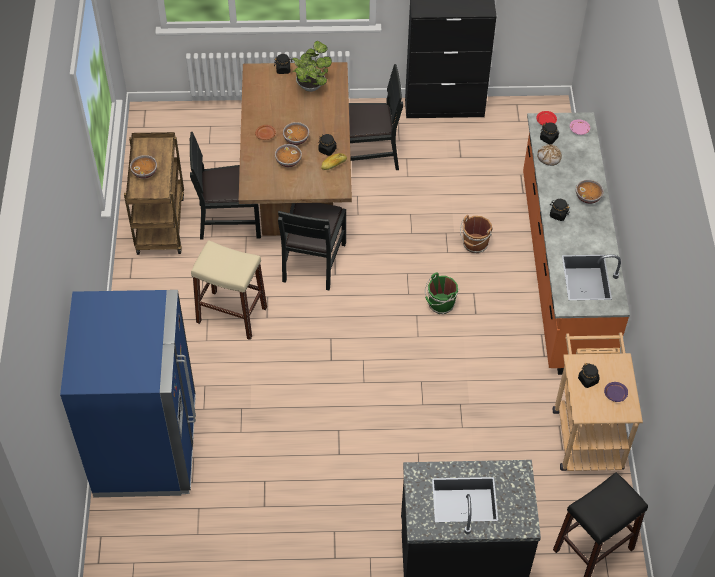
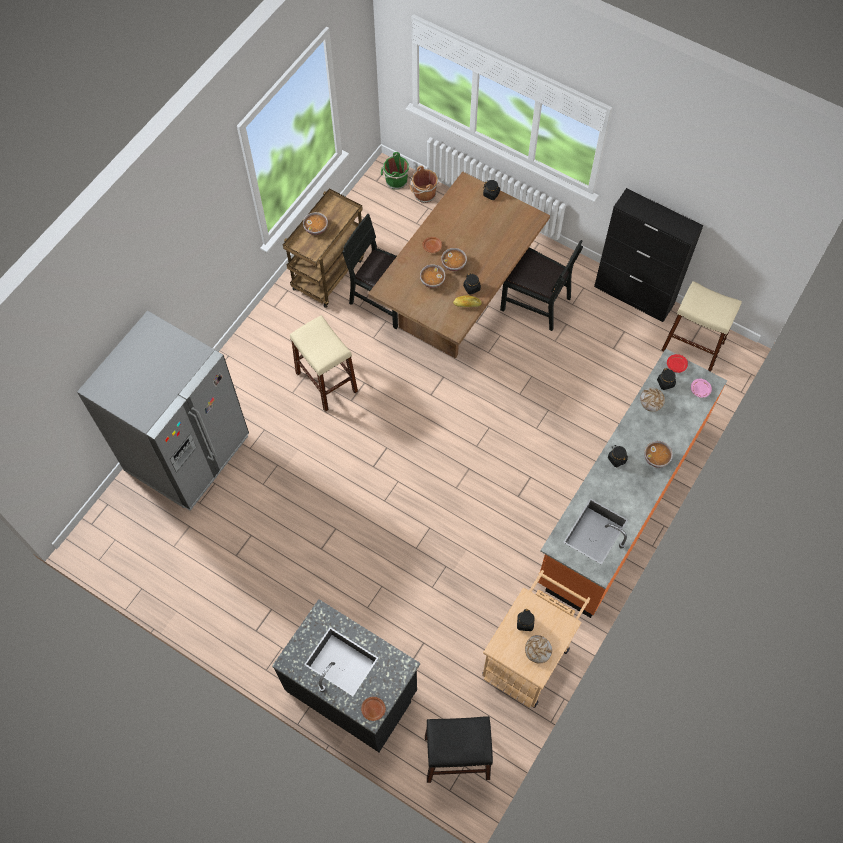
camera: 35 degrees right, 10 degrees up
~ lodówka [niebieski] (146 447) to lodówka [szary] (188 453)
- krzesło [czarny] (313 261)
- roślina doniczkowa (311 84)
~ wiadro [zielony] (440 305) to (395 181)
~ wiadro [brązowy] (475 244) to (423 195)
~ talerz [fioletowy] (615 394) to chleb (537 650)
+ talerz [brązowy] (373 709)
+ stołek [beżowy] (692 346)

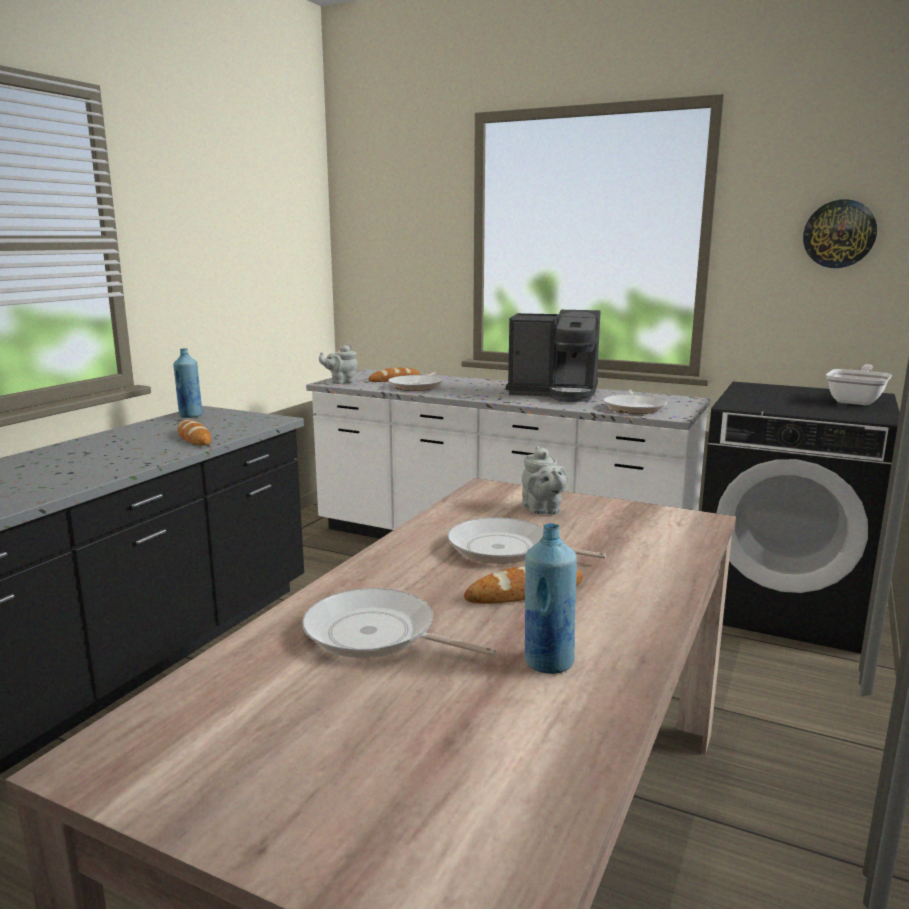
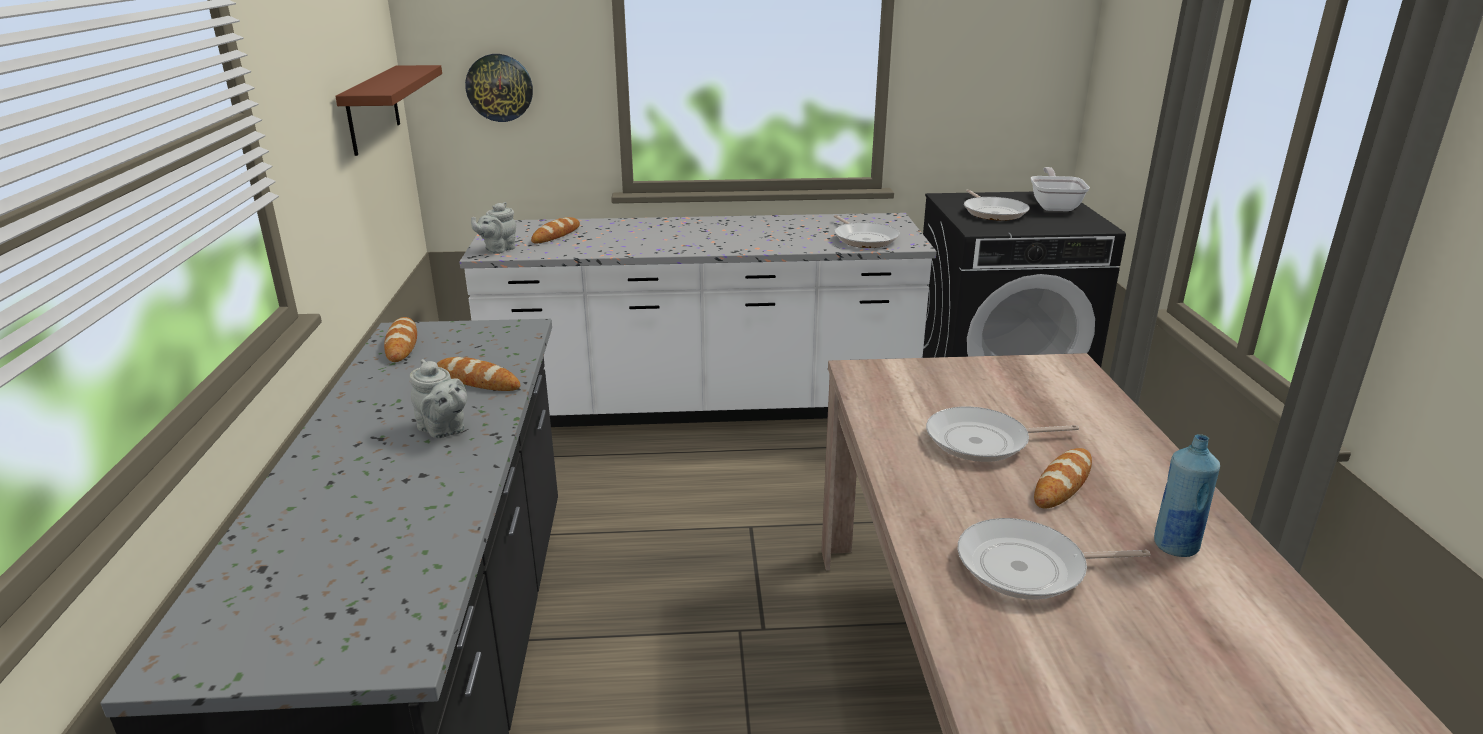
camera: 30 degrees left, 10 degrees up
~ butelka [niebieski] (190 416) to chleb (401 344)
~ patelnia (417 386) to (993 212)
- ekspres do kawy (555 393)
~ imbryk [szary] (542 510) to (443 430)
~ zegar ścienny (839 234) to (499 87)
+ półka [brązowy] (373 109)

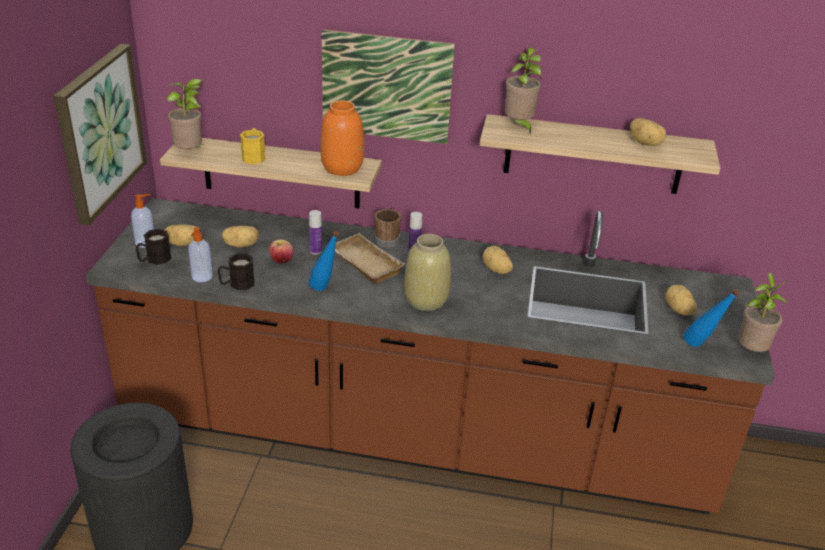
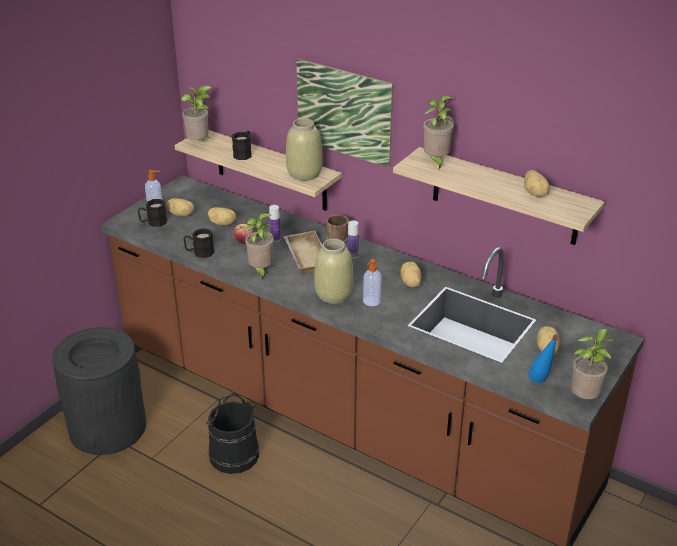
camera: 25 degrees right, 0 degrees up
- obraz (100 132)
~ dozownik mydła (201 277) to (371 301)
~ kubek [żółty] (254 156) to kubek [czarny] (244 153)
~ butelka [niebieski] (325 291) to roślina doniczkowa (260 271)
~ wazon [pomarańczowy] (341 168) to wazon [beżowy] (304 174)
+ wiadro [czarny] (234 455)

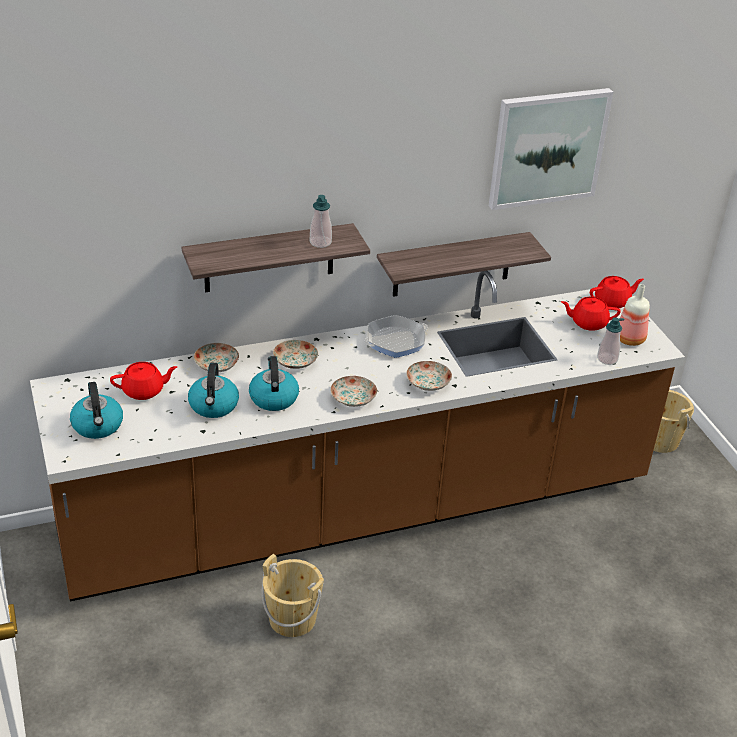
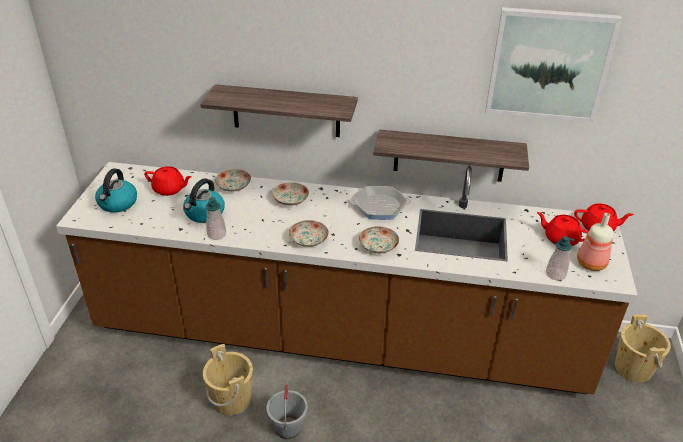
camera: 30 degrees right, 0 degrees up
- czajnik (273 398)
~ dozownik mydła (320 242) to (216 234)
+ wiadro [szary] (288 427)

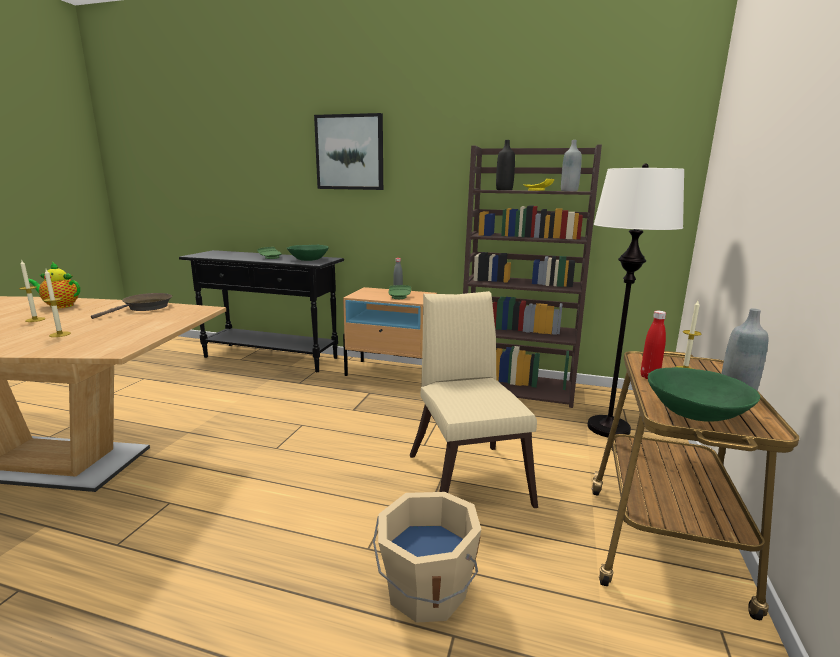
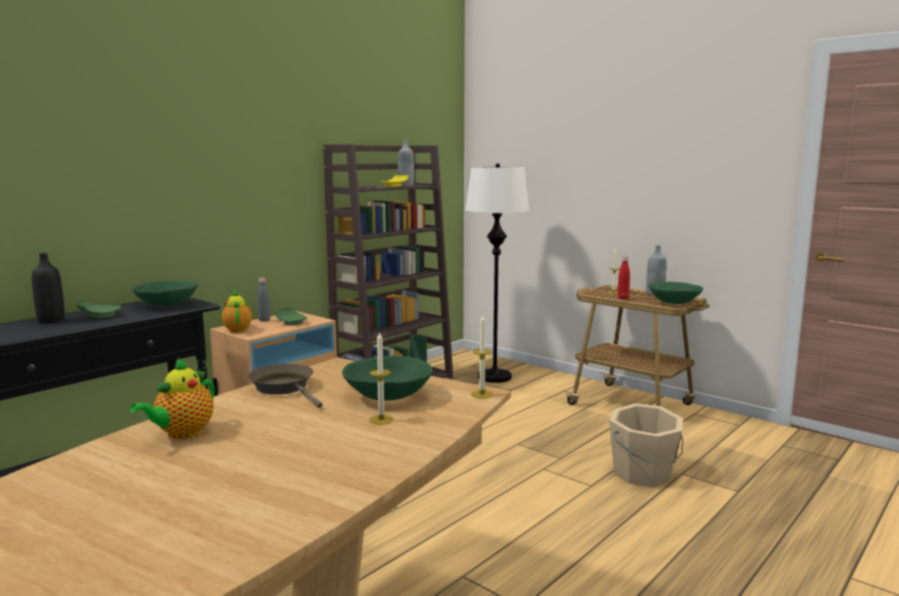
camera: 65 degrees left, 5 degrees down
~ świeca (35 319) to (482 394)
- obraz (350 152)
- krzesło [beżowy] (467 474)
~ butelka [czarny] (504 190) to (51 320)
+ imbryk (237 329)
+ miska [zielony] (387 396)

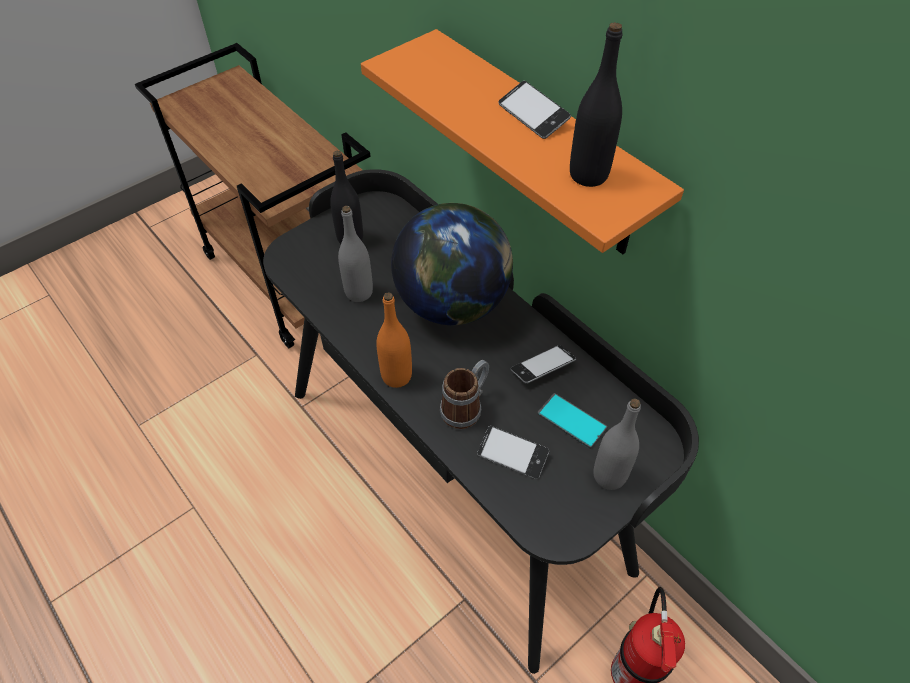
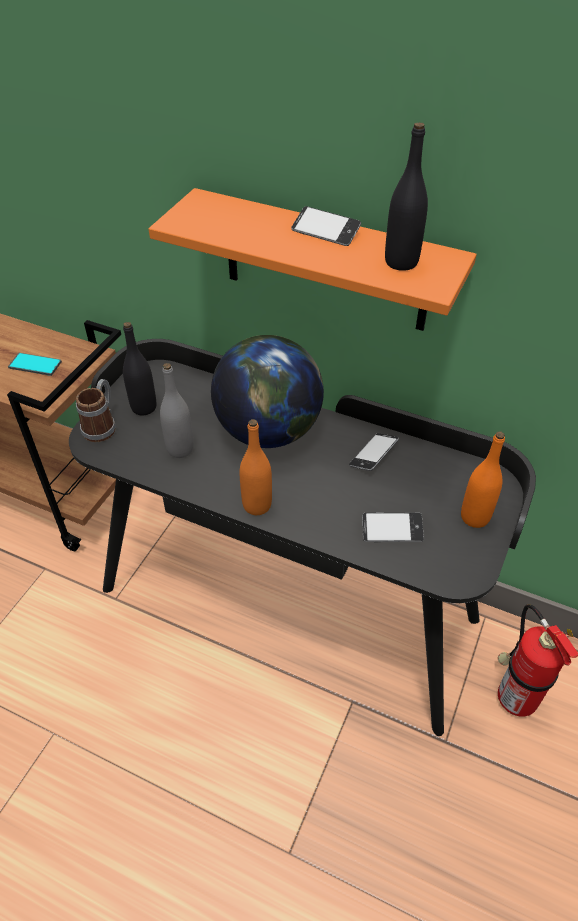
camera: 25 degrees left, 5 degrees down
~ kubek (466 406) to (102 425)
~ telefon (571 421) to (35 365)
~ butelka [szary] (609 476) to butelka [pomarańczowy] (475 517)

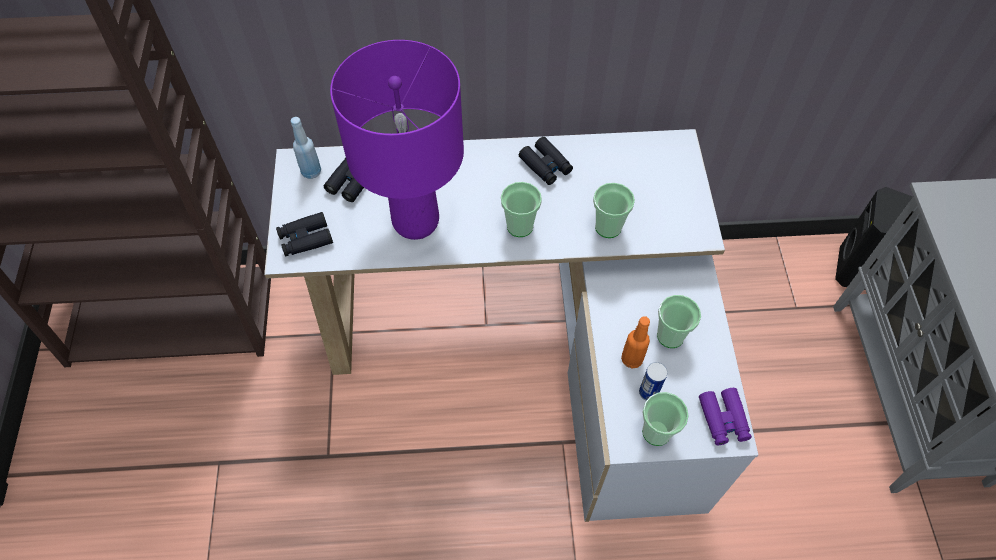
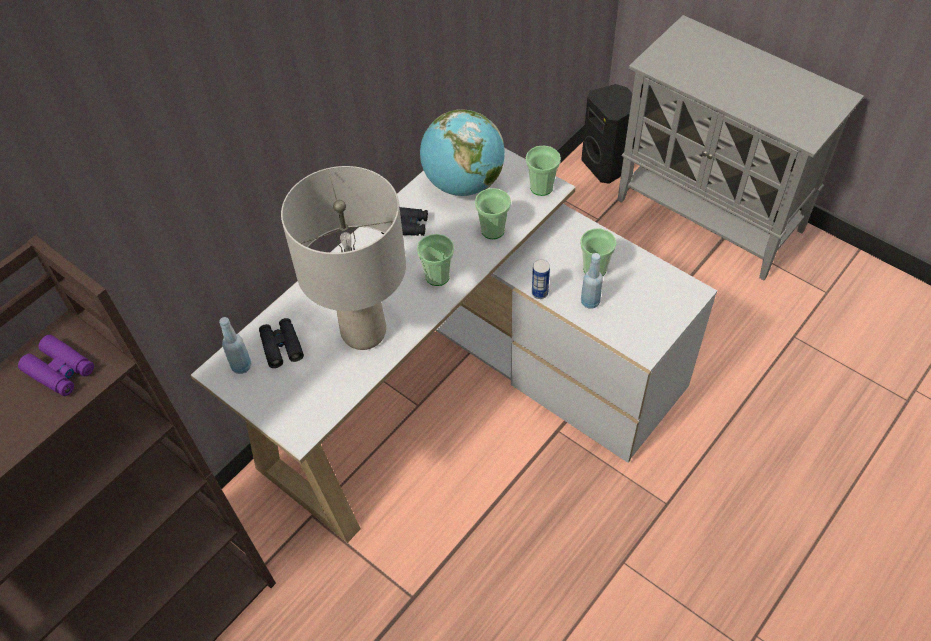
camera: 45 degrees left, 5 degrees down
- lornetka [czarny] (305 238)
~ lampa stołowa [fioletowy] (416 221) to lampa stołowa [szary] (364 332)
~ butelka [pomarańczowy] (632 359) to butelka [niebieski] (590 302)
~ puszka (648 392) to (539 293)
~ filiżanka (656 432) to (541 187)
~ lornetka [fioletowy] (723 419) to (60 371)
+ globus (463 183)

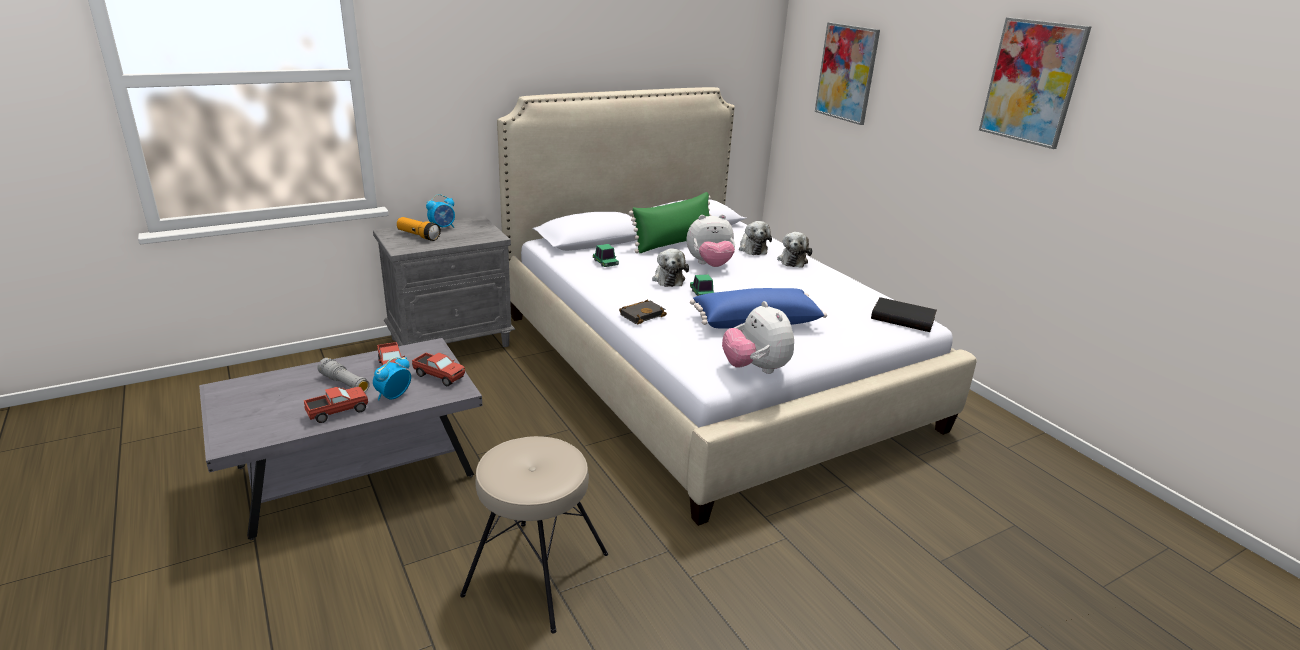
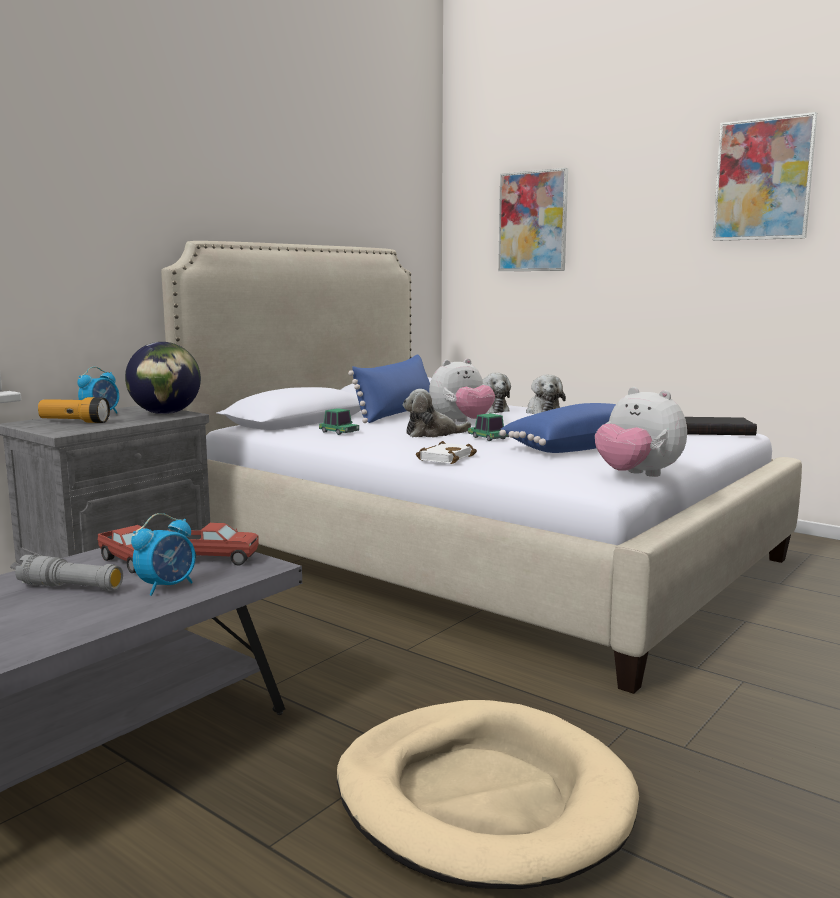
camera: 20 degrees left, 15 degrees down
- ciężarówka zabawkowa (337 412)
~ budzik (393 396) = (167 587) 150 degrees counterclockwise
~ stołek [beżowy] (535 573) to legowisko [beżowy] (483 799)
~ książka [czarny] (642 314) to książka [biały] (445 457)
~ poduszka [zielony] (674 243) to poduszka [niebieski] (397 414)
~ pluszak (668 279) = (432 434) 105 degrees clockwise
+ globus (165 413)

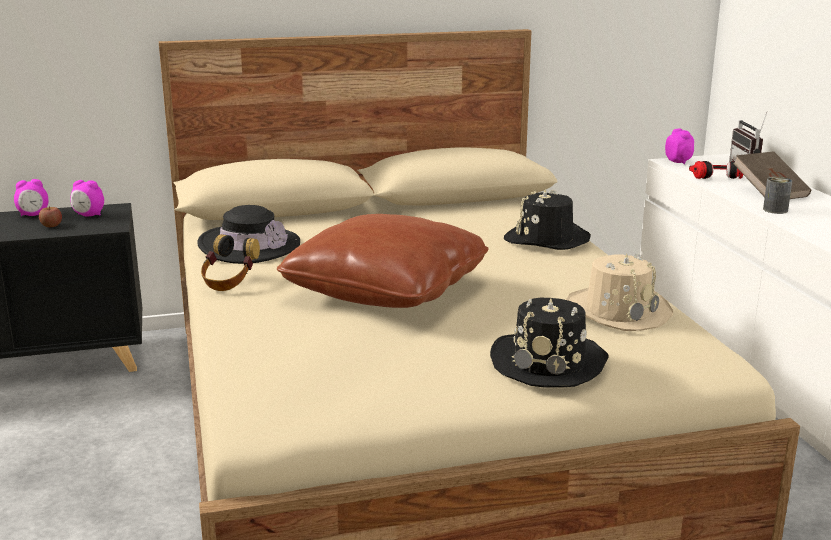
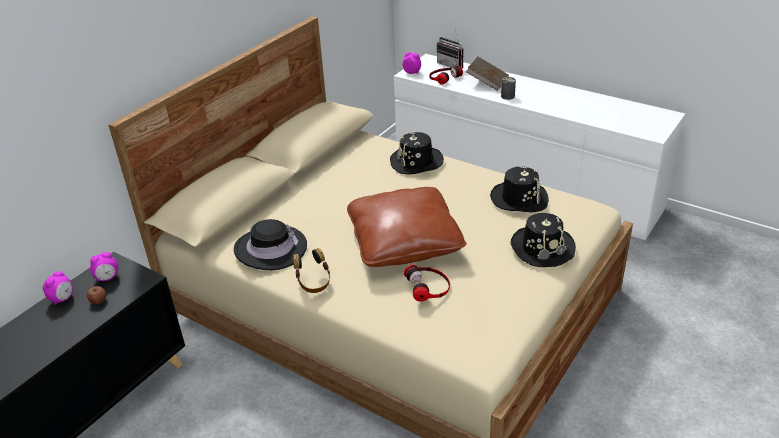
camera: 40 degrees left, 15 degrees up
~ kapelusz [beżowy] (617 311) to kapelusz [czarny] (519 199)
+ słuchawki (428 286)

